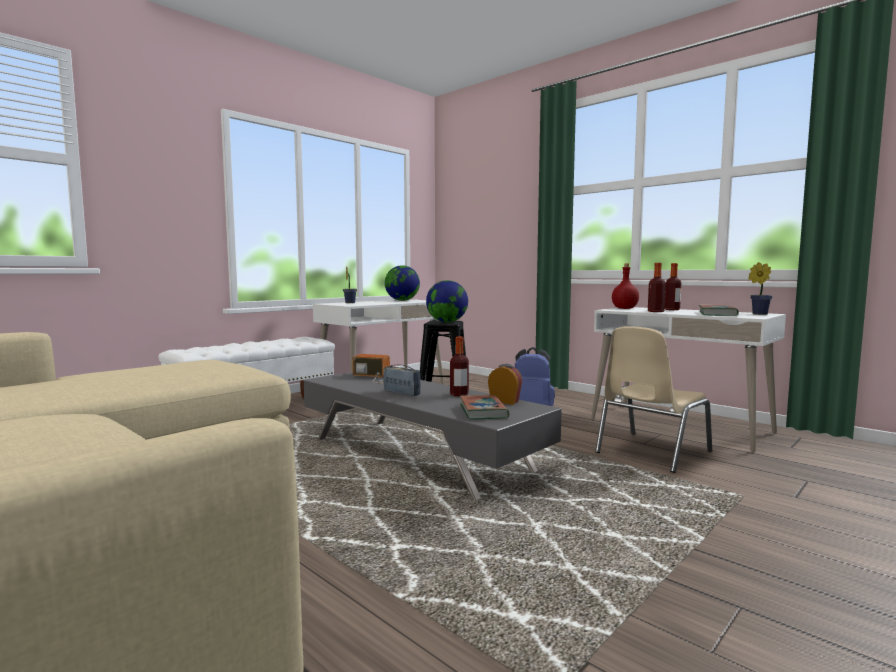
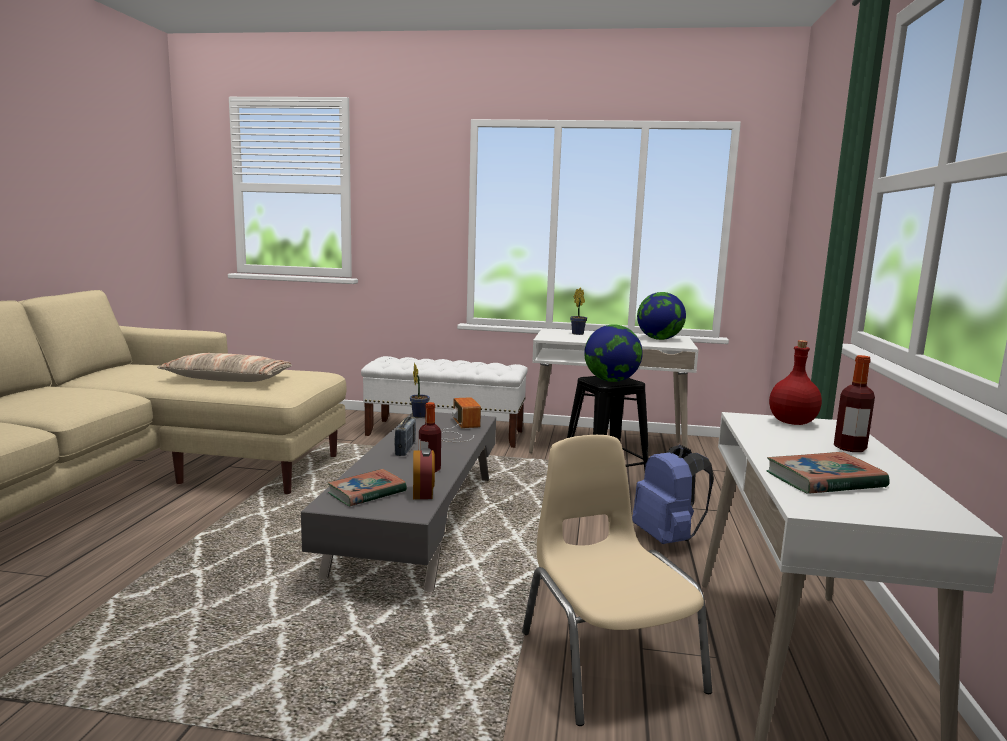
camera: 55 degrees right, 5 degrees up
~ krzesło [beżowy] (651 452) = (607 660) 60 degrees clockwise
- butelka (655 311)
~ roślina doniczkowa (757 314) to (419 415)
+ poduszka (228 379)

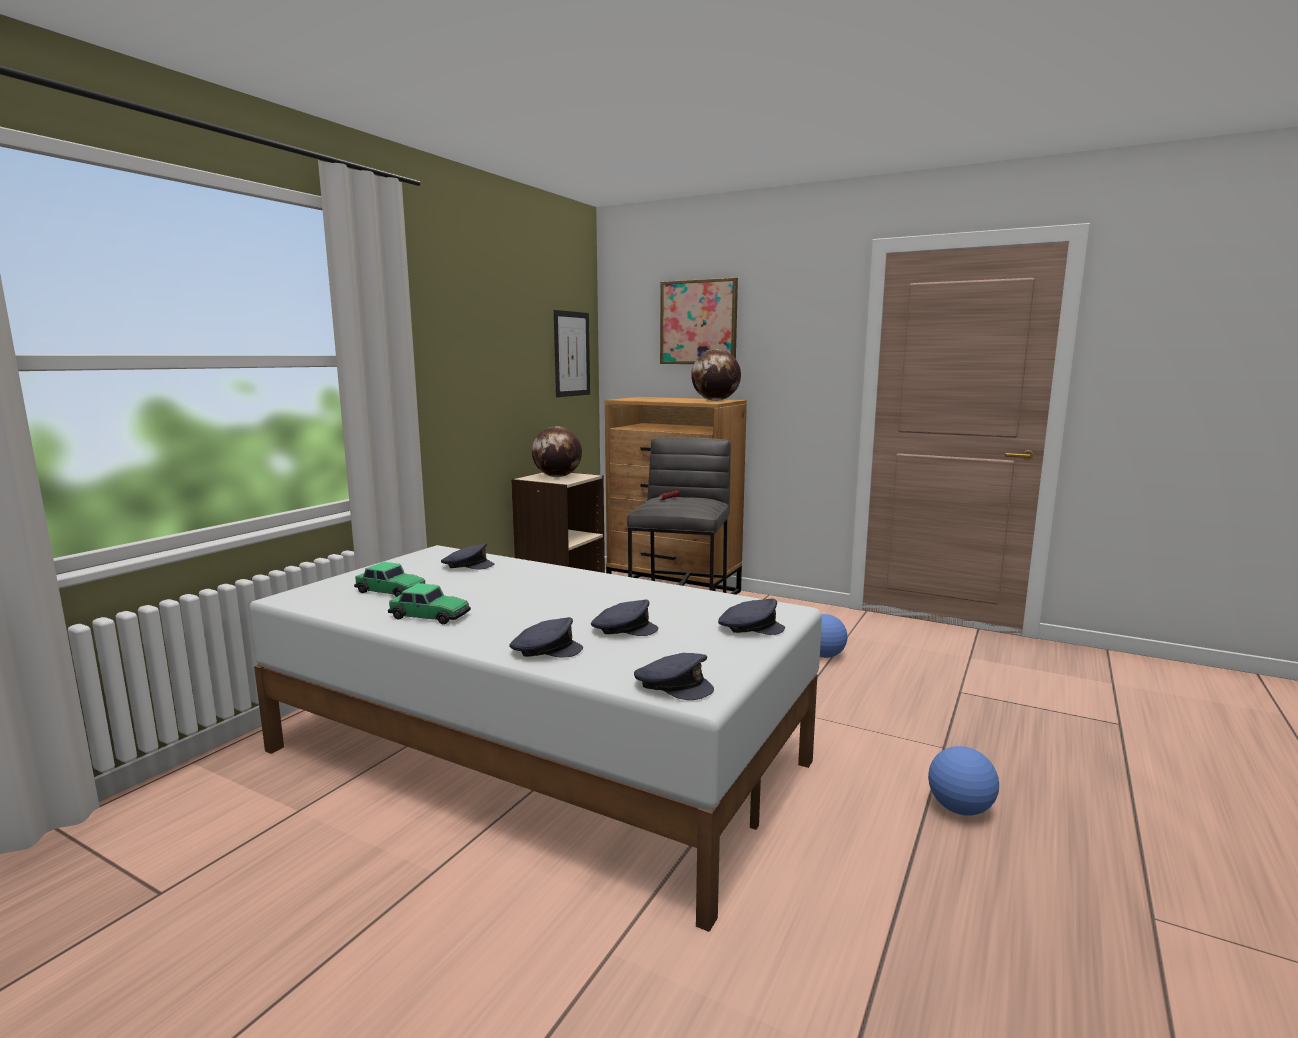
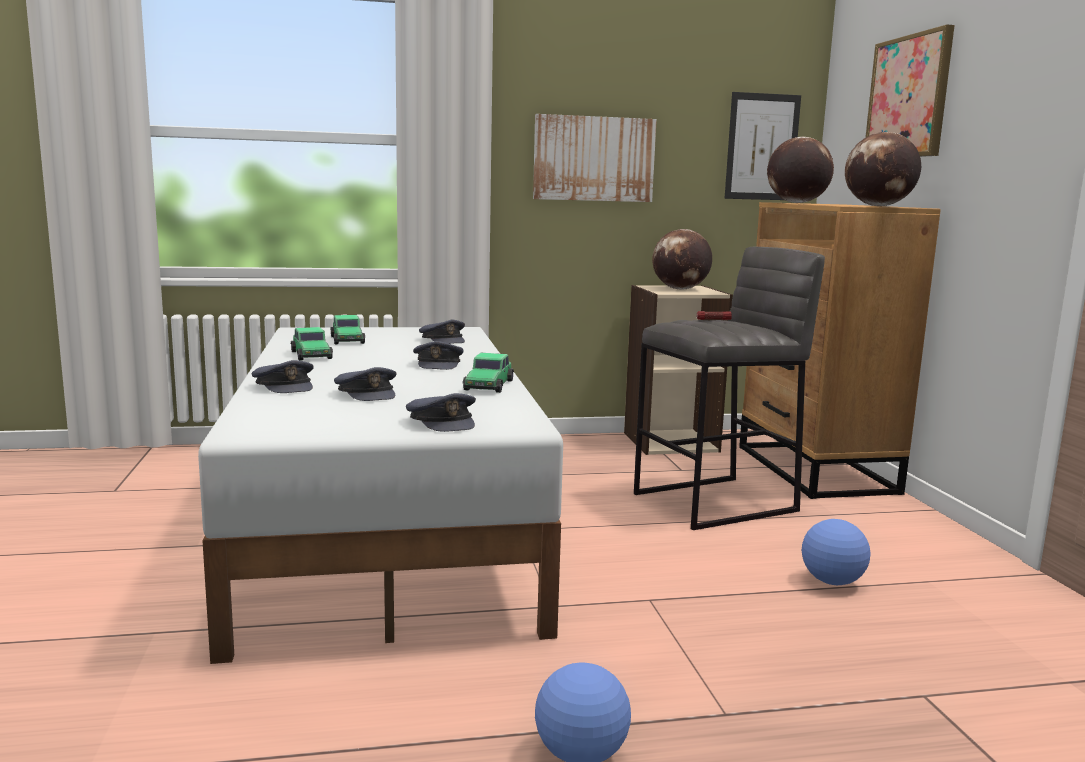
camera: 50 degrees right, 0 degrees up
~ czapka z daszkiem [szary] (674 685) to (438 364)
+ samochodzik (488 385)
+ obraz (593 159)
+ globus (796 203)

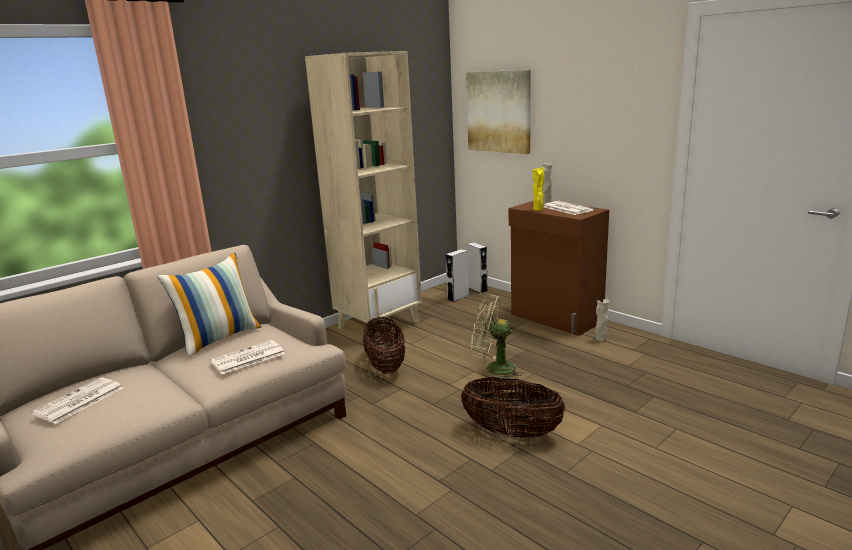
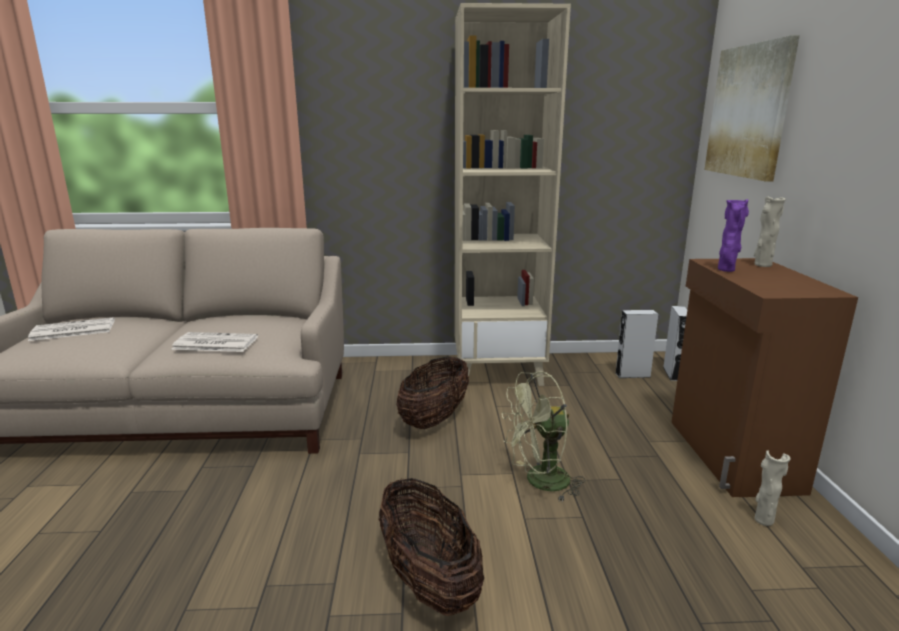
camera: 40 degrees right, 0 degrees up
- poduszka (219 338)
~ wentylator [zielony] (493 369) = (539 482) 75 degrees counterclockwise
~ wazon [żółty] (538 210) to wazon [fioletowy] (726 270)
- gazeta (566 208)

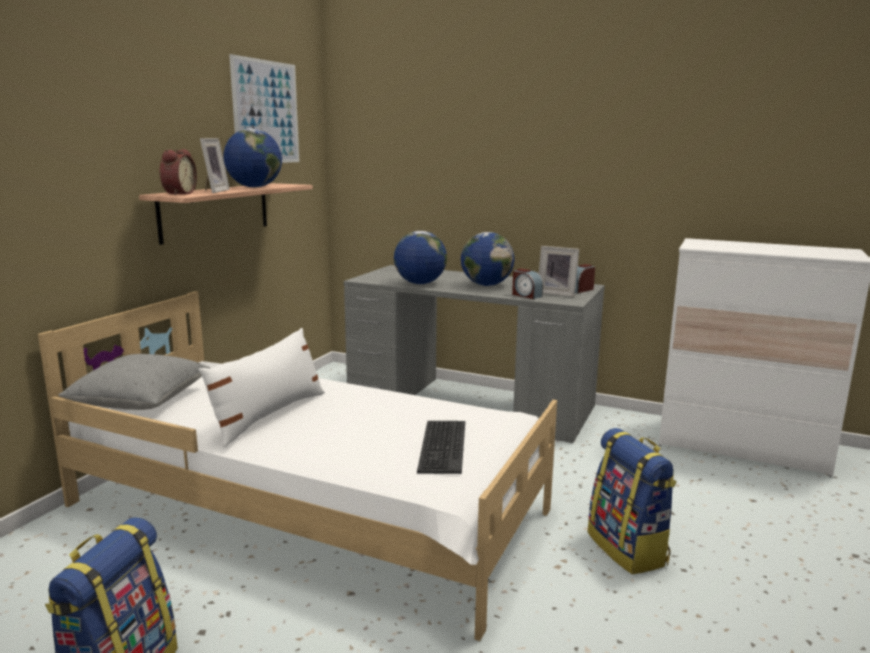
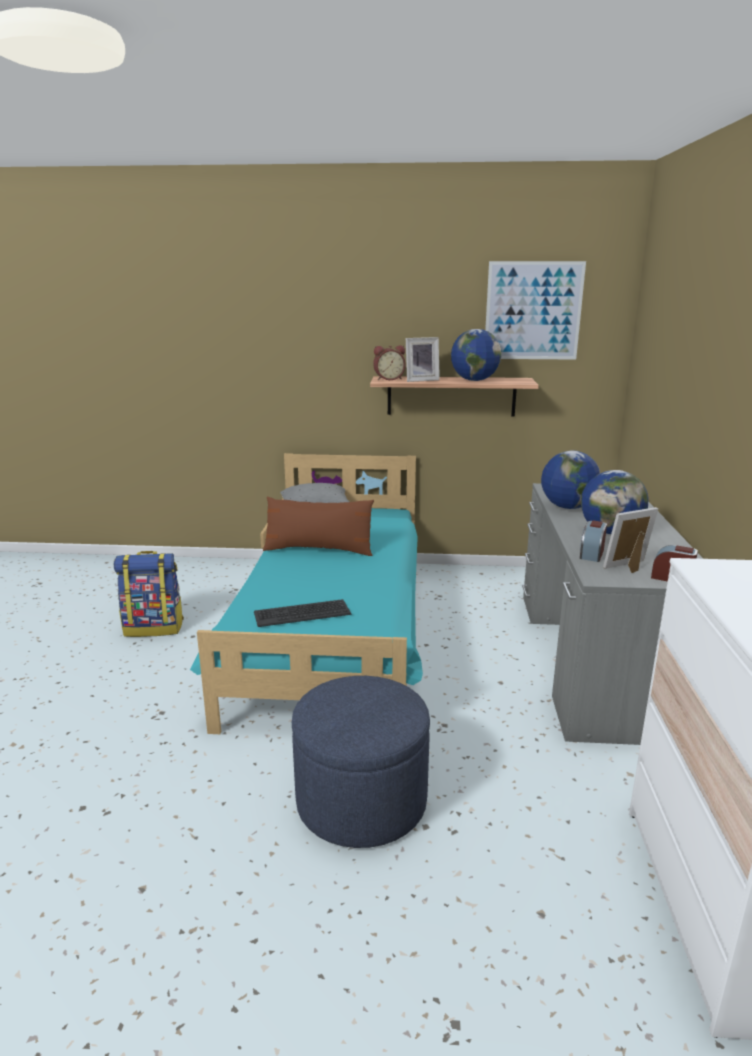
camera: 70 degrees right, 5 degrees up
~ łóżko [biały] (311 507) to łóżko [turkusowy] (335 631)
~ poduszka [biały] (268 415) to poduszka [brązowy] (319 549)
~ ramka na zdjęcie (557 293) = (629 567) 60 degrees clockwise
~ plecak (628 548) to pufa [niebieski] (361 800)

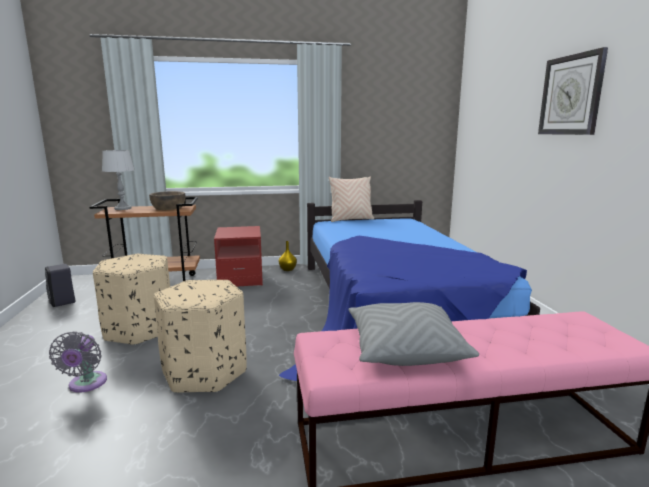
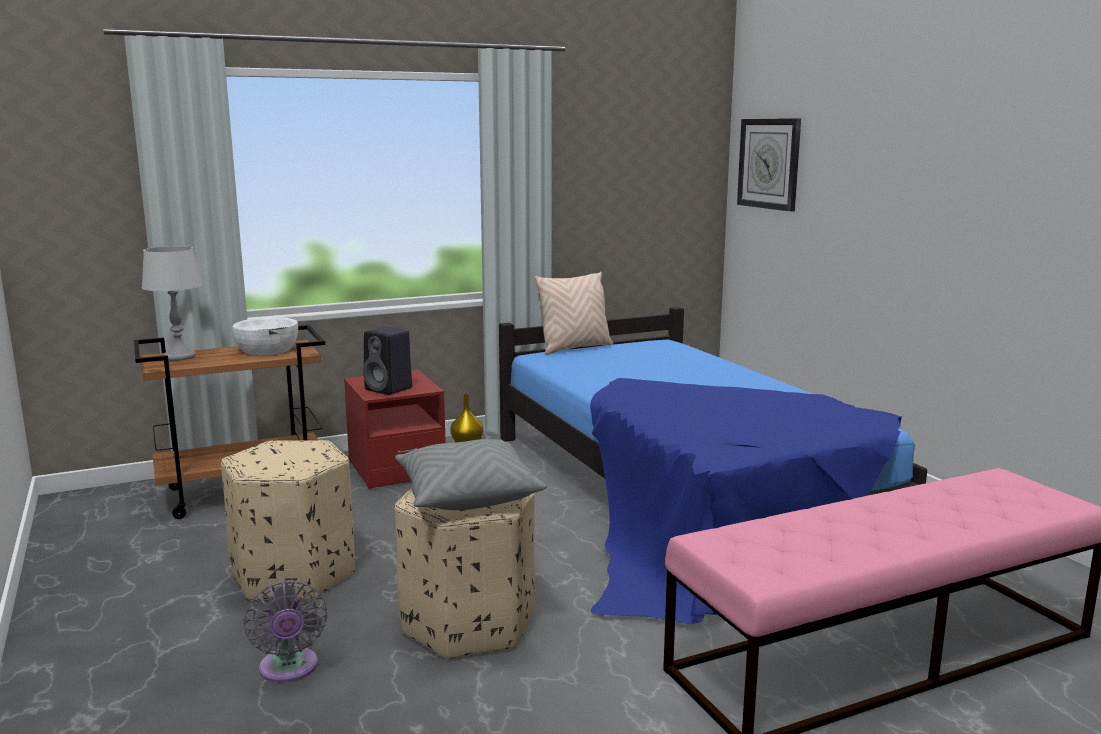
camera: 15 degrees left, 0 degrees up
~ głośnik [czarny] (63 302) to (390 389)
~ miska [brązowy] (168 208) to miska [biały] (267 350)
~ poduszka [szary] (404 349) to (467 495)
~ zegar ścienny (571 95) to (769 163)

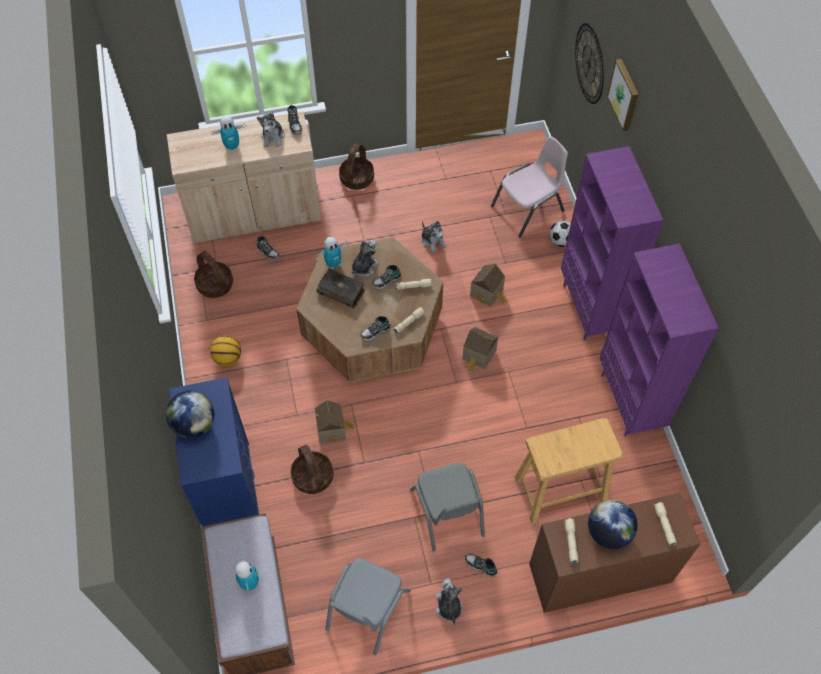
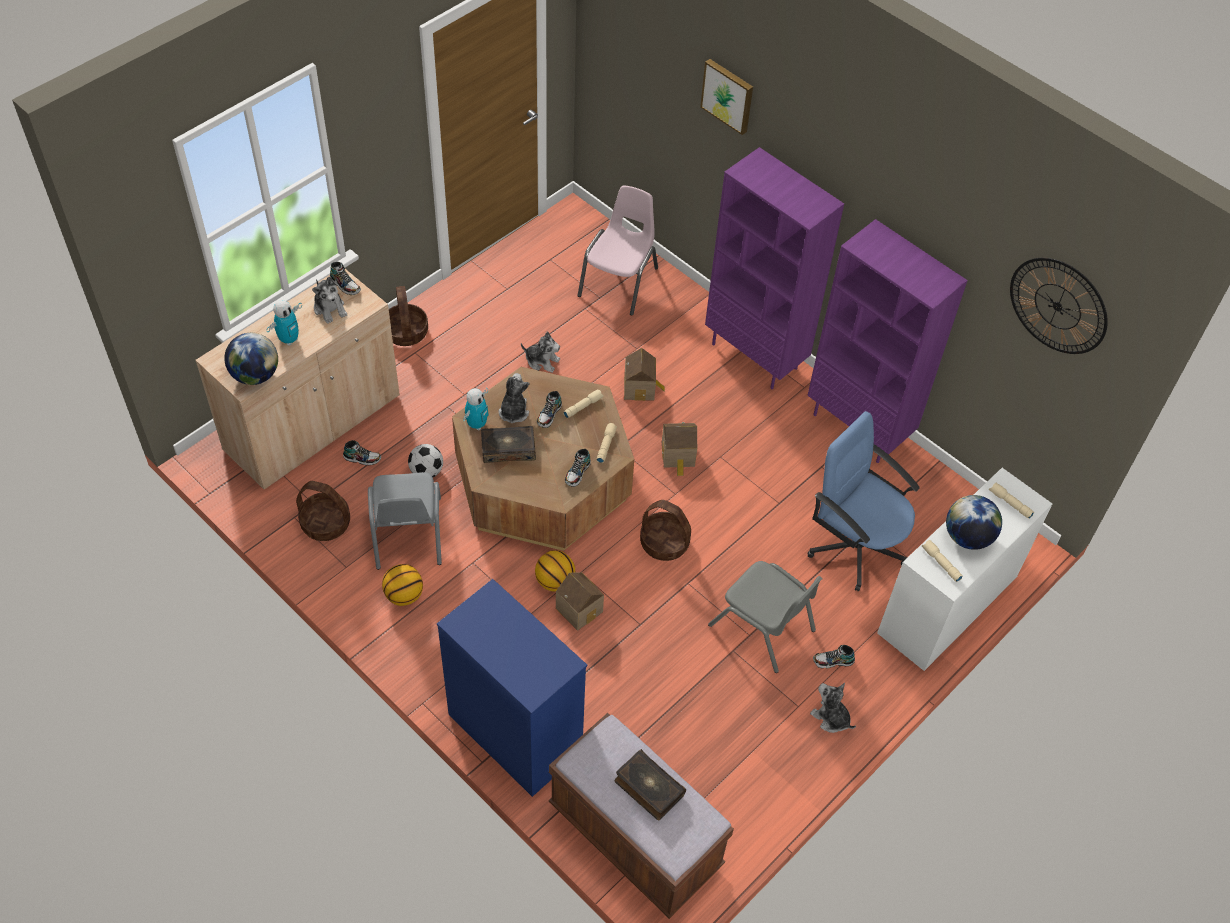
camera: 35 degrees left, 5 degrees down
~ globus (194 424) to (255 375)
~ robot zabawkowy (249 583) to książka (648 788)
~ koszyk (313 477) to (665 542)
~ krzesło [szary] (366 609) to (407 533)
~ stołek [beżowy] (561 490) to krzesło biurowe [niebieski] (855 546)
~ biurko [brązowy] (600 573) to biurko [biały] (948 605)
~ piłka futbolowa (561 241) to (426 471)
~ zegar ścienny (589 63) to (1058 306)
+ piłka do koszykówki (555 581)

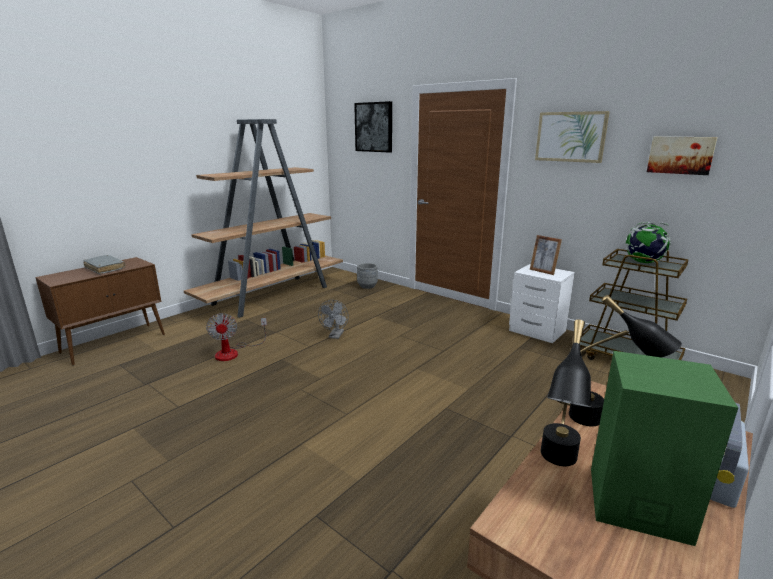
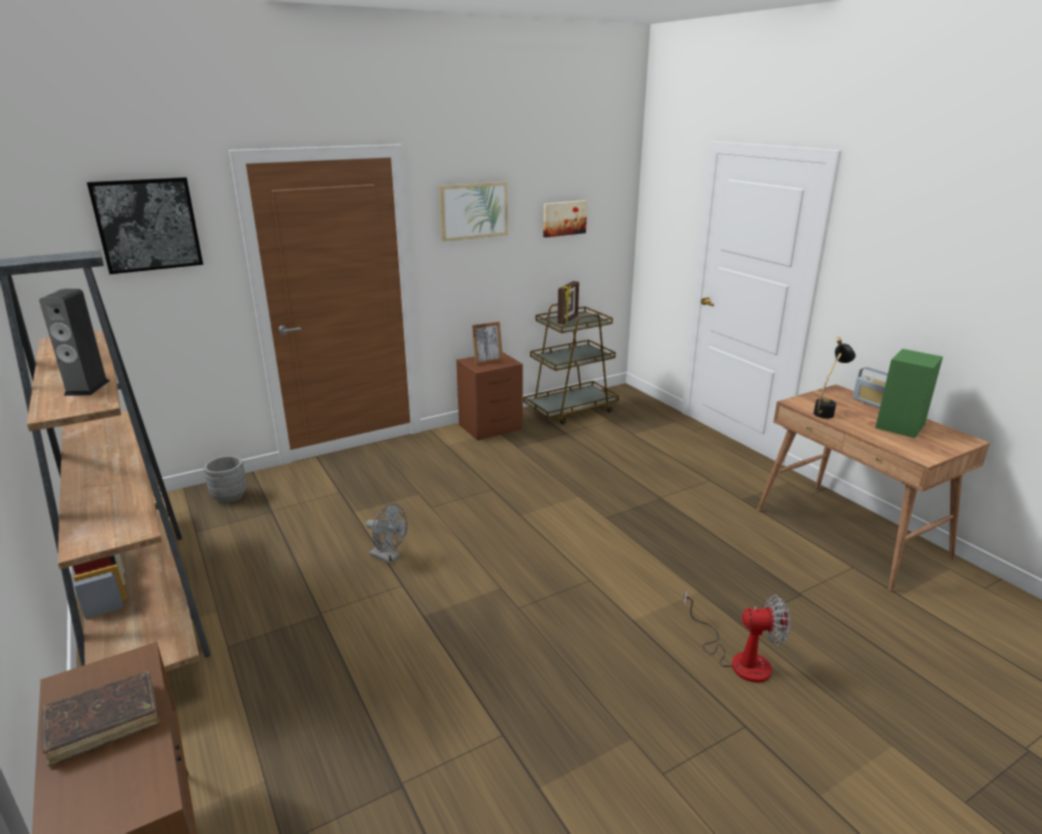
camera: 70 degrees left, 5 degrees up
~ książka [szary] (105 268) to książka [brązowy] (104 723)
~ wentylator (234 352) to (739 658)
~ szafka nocna [biały] (537 331) to szafka nocna [brązowy] (492 427)
- lampa stołowa [czarny] (557 465)
~ globus (643 262) to ramka na zdjęcie (568 320)
+ głośnik (87 388)

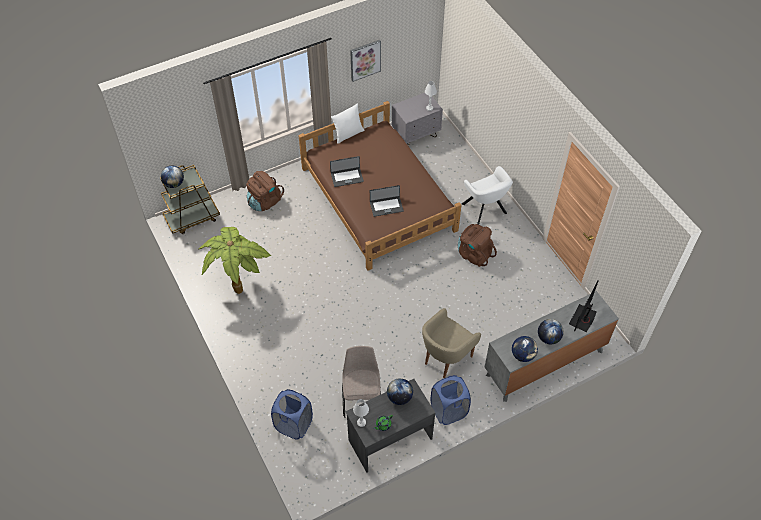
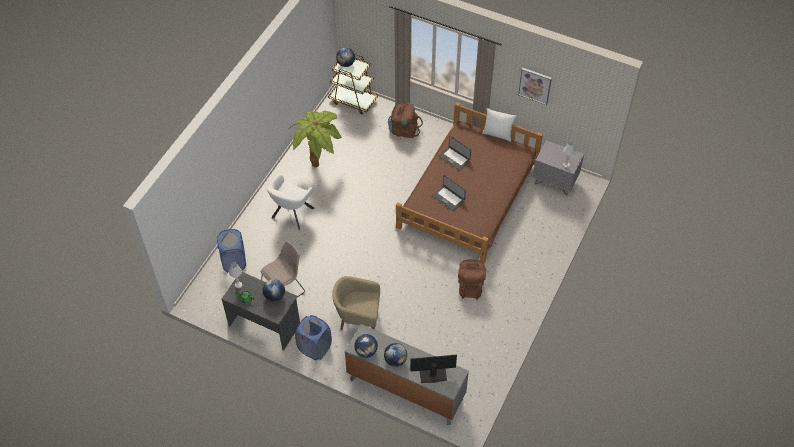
camera: 55 degrees right, 0 degrees up
~ fotel [biały] (485 210) to (291 214)

